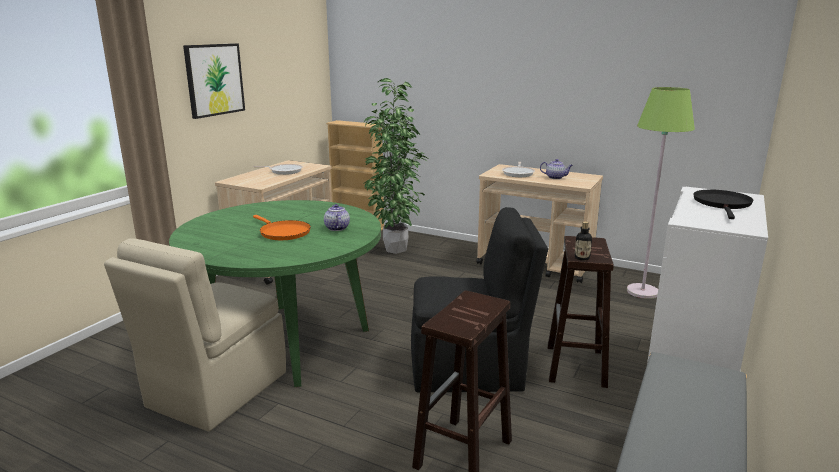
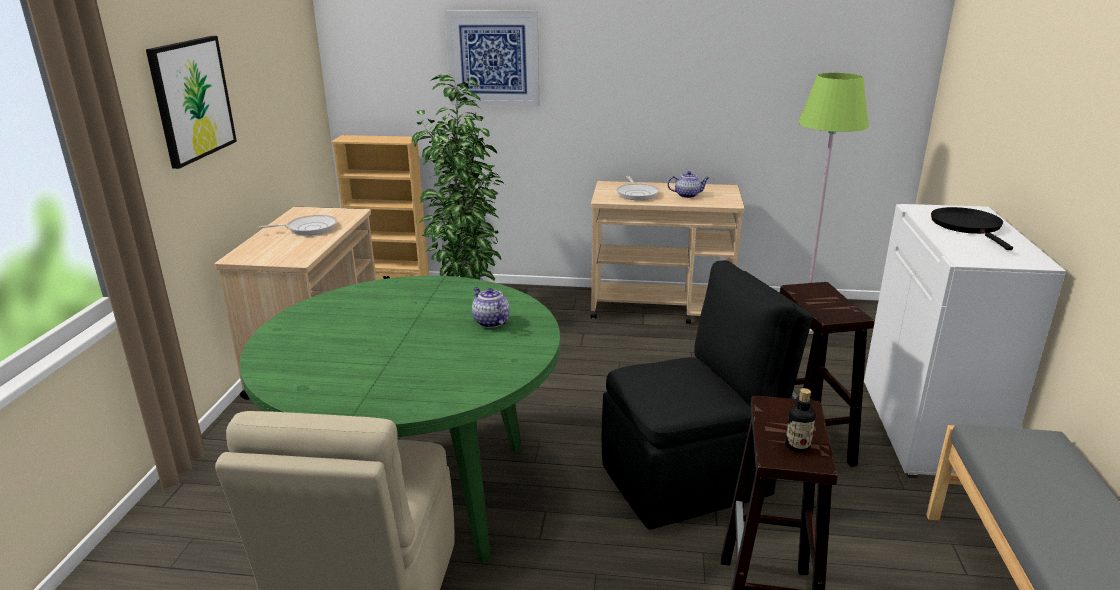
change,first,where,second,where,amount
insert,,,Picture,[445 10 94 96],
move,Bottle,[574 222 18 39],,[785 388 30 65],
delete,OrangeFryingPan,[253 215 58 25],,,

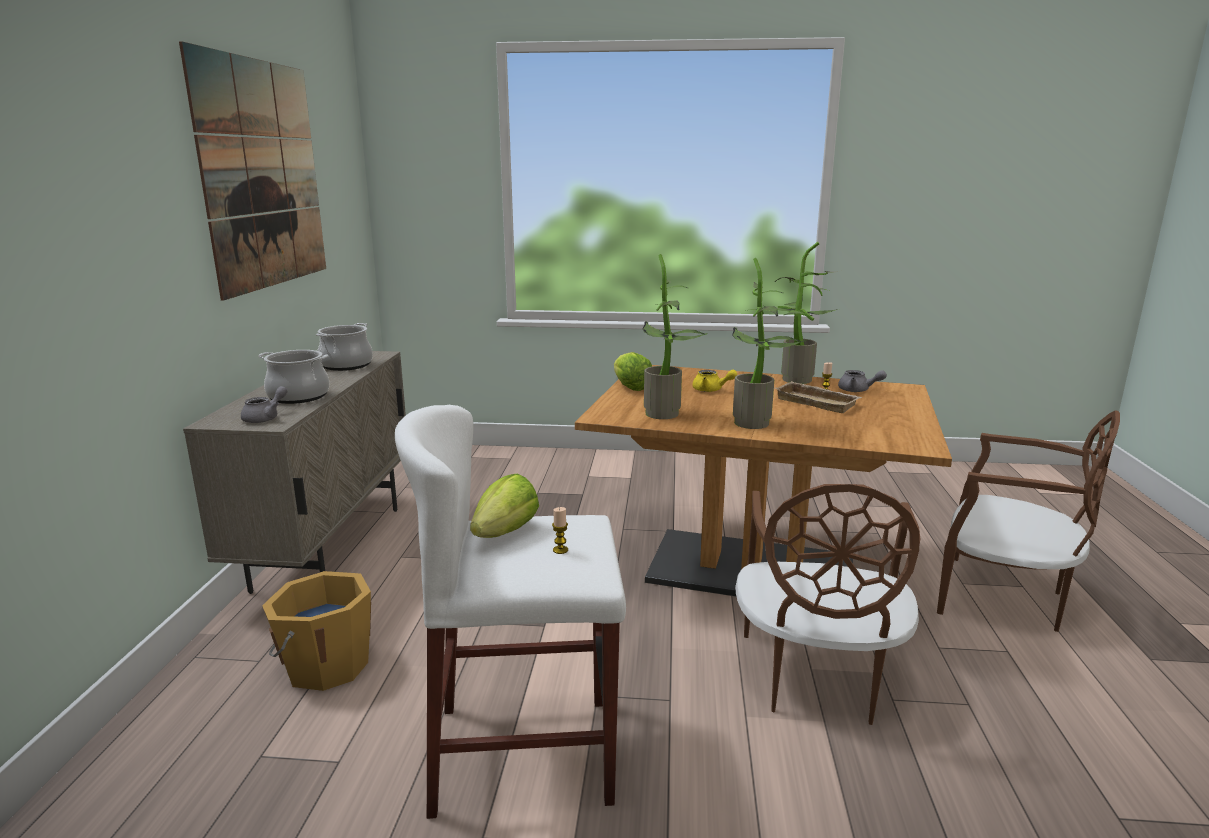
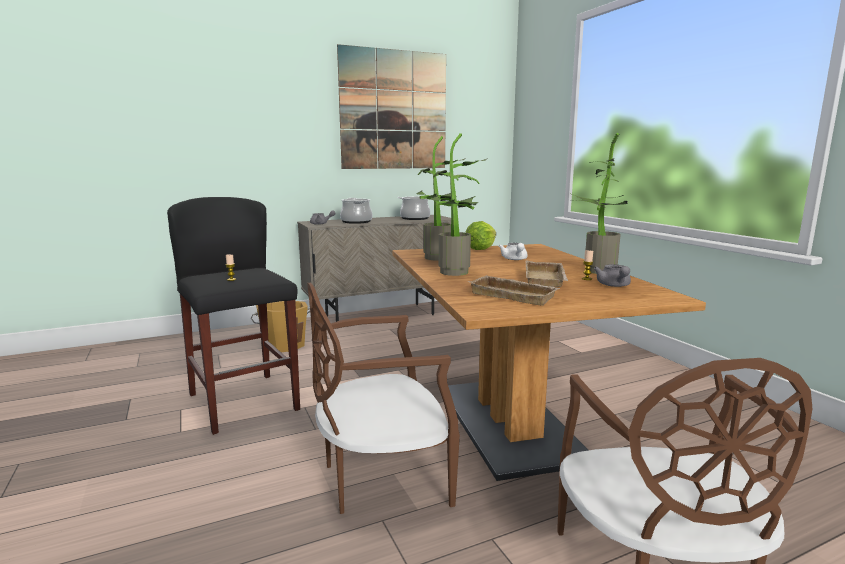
change,first,where,second,where,amount
recolor,WhiteStool,[395 405 231 414],BlackStool,[167 197 133 238],
insert,,,BeigeTray,[468 275 92 31],
recolor,YellowTeapot,[692 370 45 22],WhiteTeapot,[499 243 29 17],
delete,Lettuce,[470 474 69 64],,,

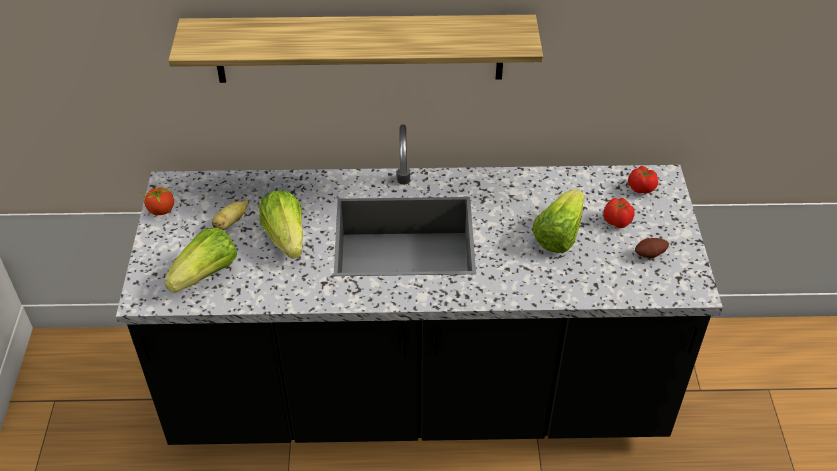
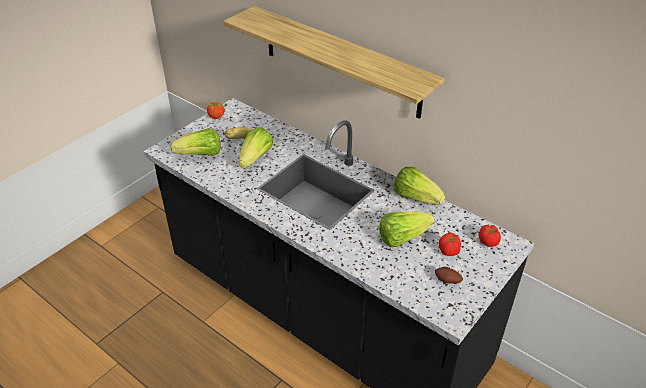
change,first,where,second,where,amount
insert,,,Lettuce,[394 167 51 38],

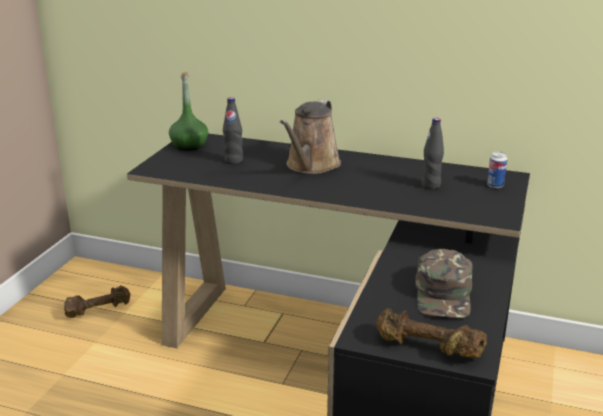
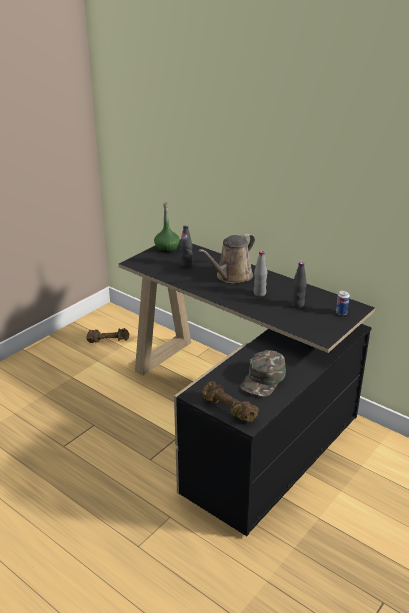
change,first,where,second,where,amount
insert,,,GreyBottle,[254 251 14 46],

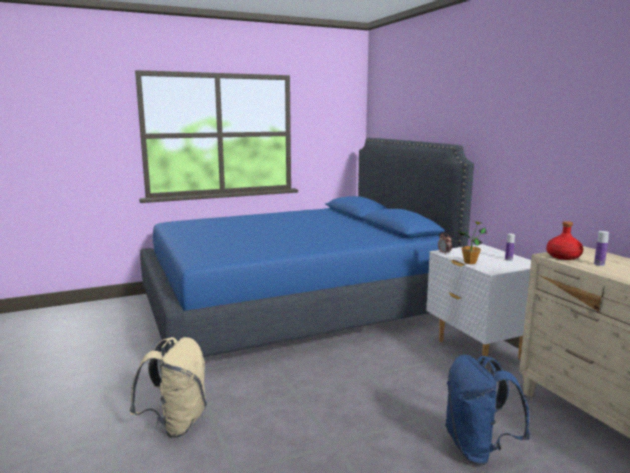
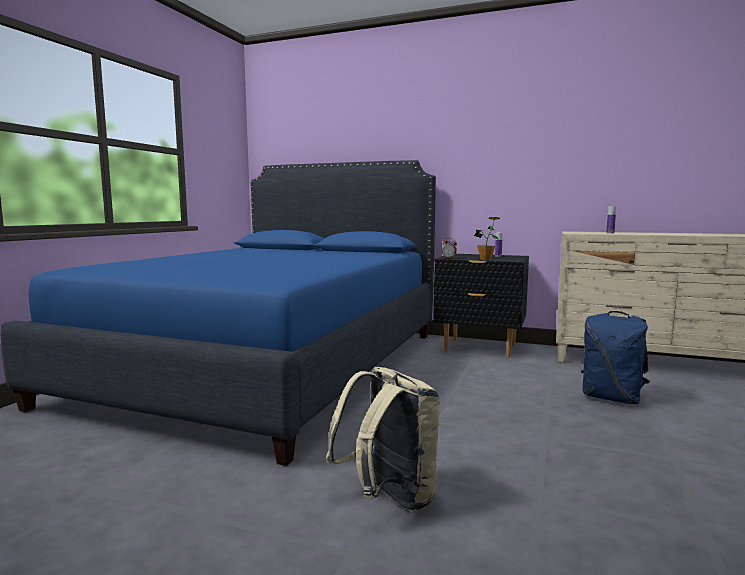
change,first,where,second,where,amount
recolor,WhiteNightstand,[426 244 105 124],BlackNightstand,[433 254 96 104],
delete,RedBottle,[546 221 37 39],,,

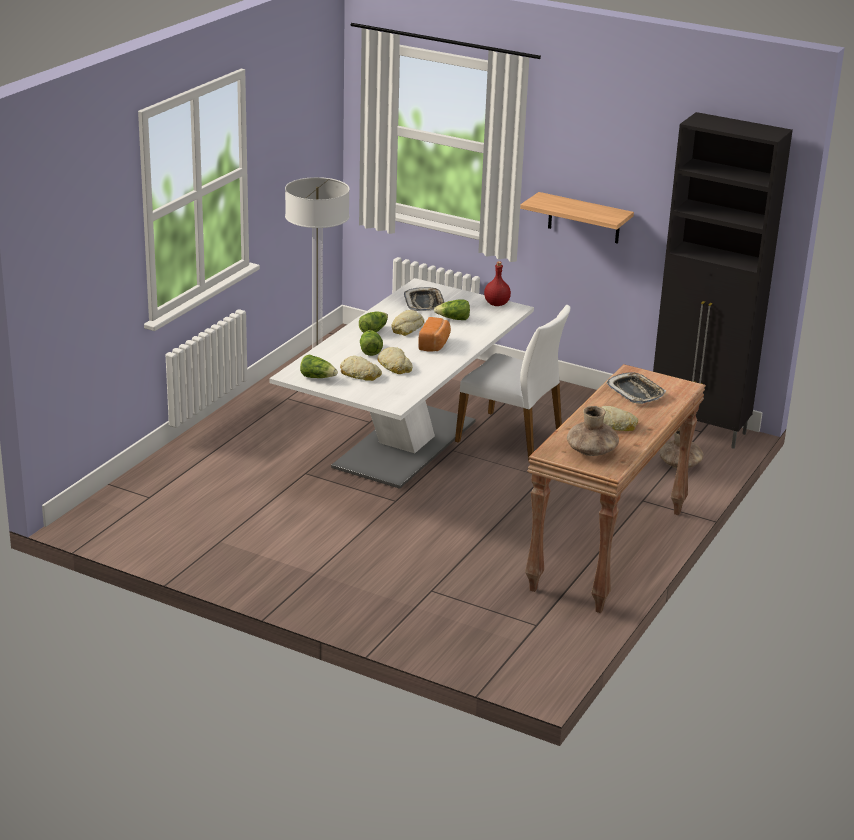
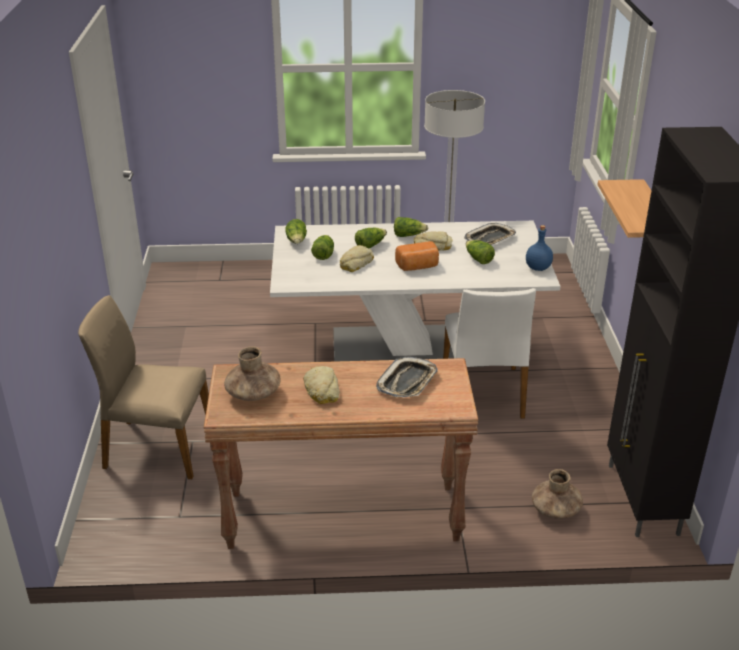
change,first,where,second,where,amount
insert,,,BeigeChair,[78 295 131 184],
replace,Bread,[340 356 42 25],Lettuce,[311 235 23 25],
recolor,RedBottle,[484 261 27 45],BlueBottle,[526 225 27 46],

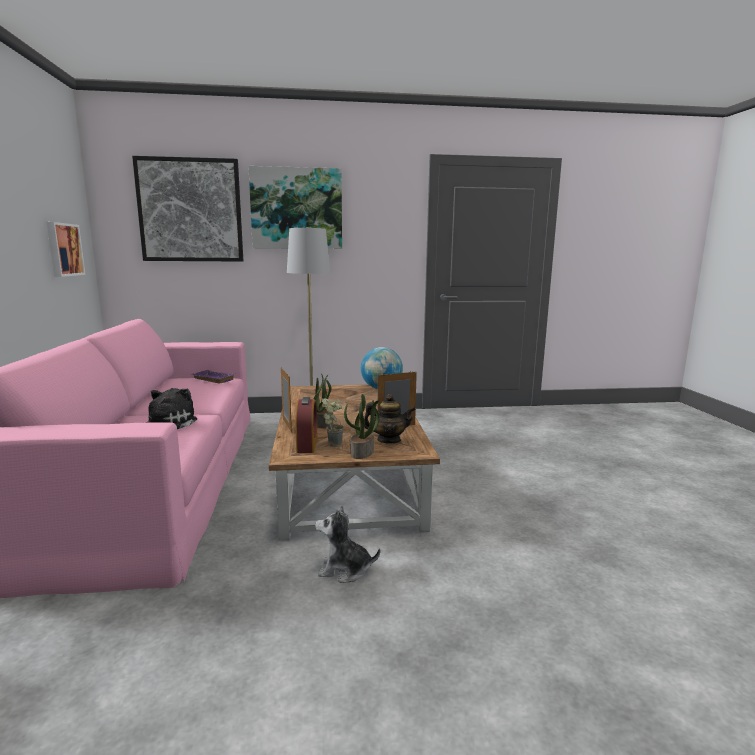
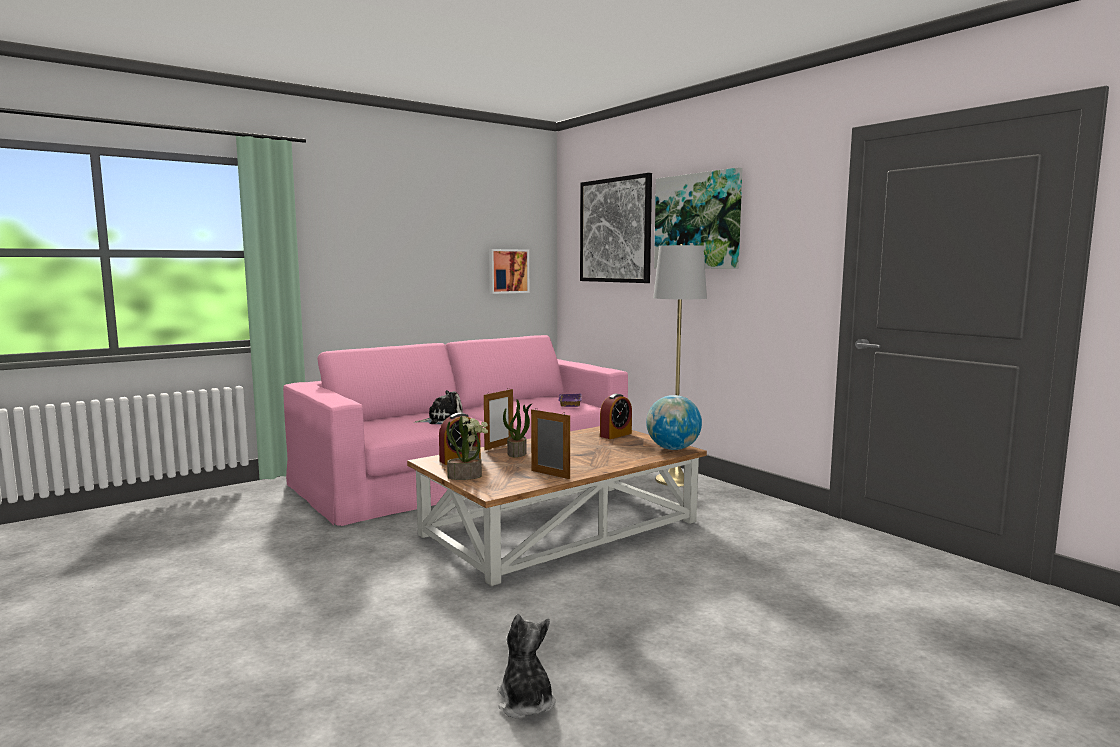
change,first,where,second,where,amount
move,PlushToy,[315 506 65 77],,[497 614 58 105],
insert,,,AlarmClock,[600 394 32 45],
delete,Teapot,[364 394 52 50],,,

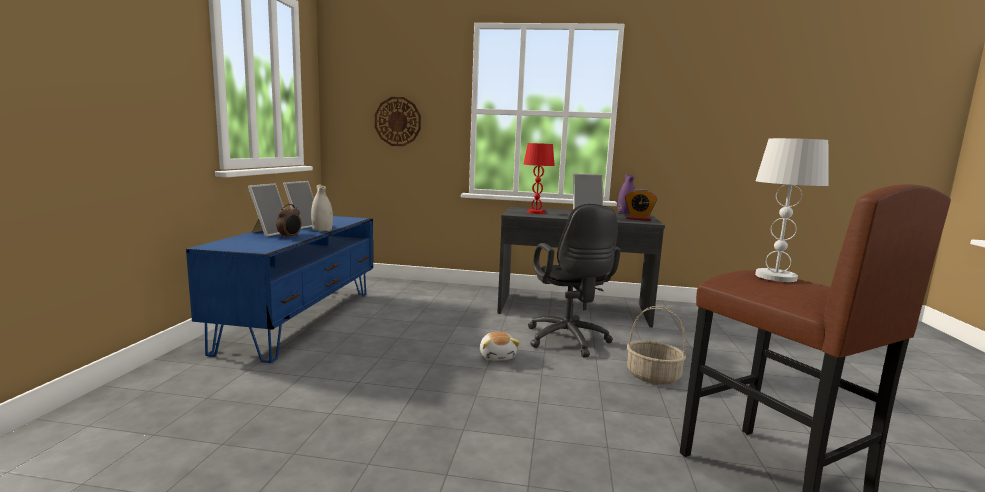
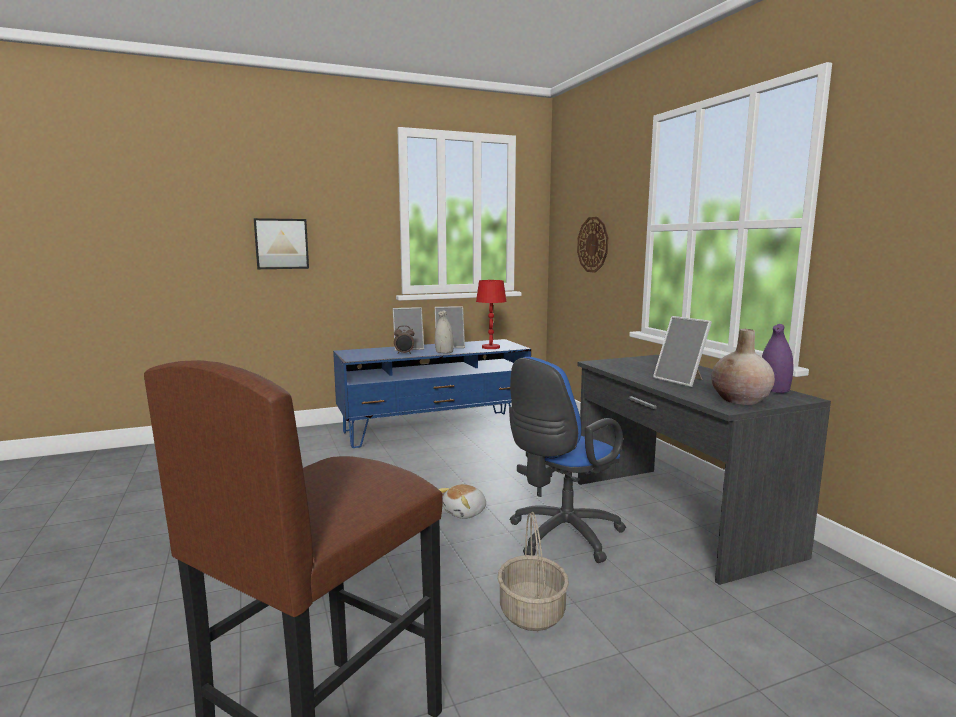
change,first,where,second,where,amount
insert,,,Picture,[254 218 55 51],
move,RedTableLamp,[524 143 31 71],,[476 280 30 69],
recolor,BlackOfficeChair,[528 204 93 153],BlueOfficeChair,[509 357 117 206],
replace,AlarmClock,[625 189 33 32],BeigeVase,[711 329 64 76],
delete,WhiteTableLamp,[755 138 73 144],,,

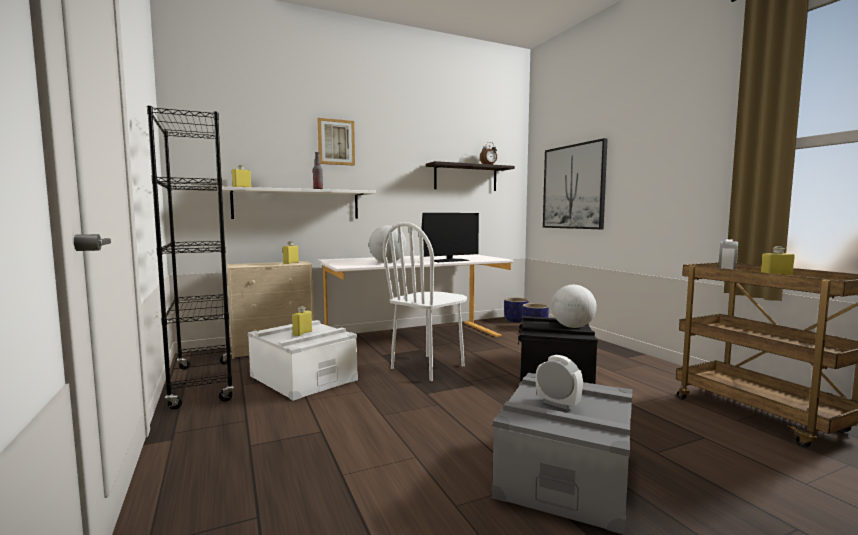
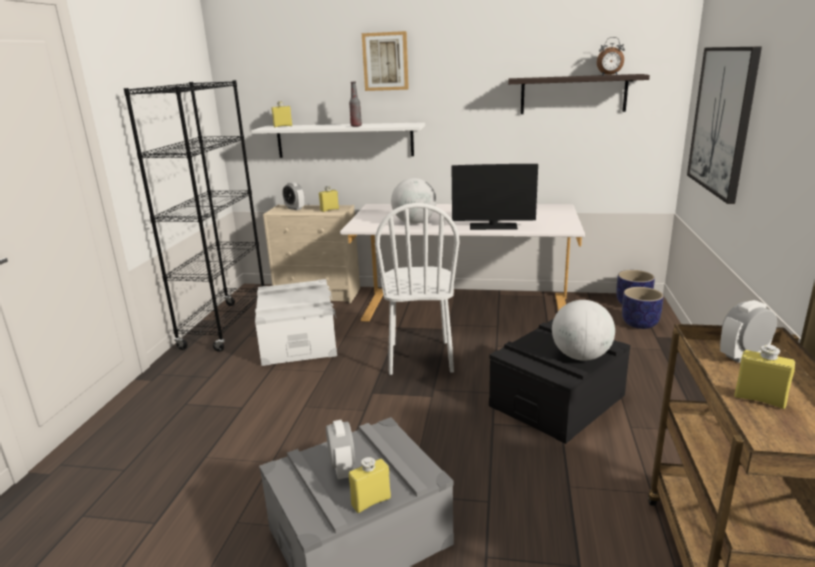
change,first,where,second,where,amount
insert,,,AlarmClock,[282 182 22 28],
move,YellowBottle,[292 306 20 30],,[349 457 42 56],
rotate,WhiteChair,[383 222 84 159],,[375 203 85 172],75 degrees counterclockwise

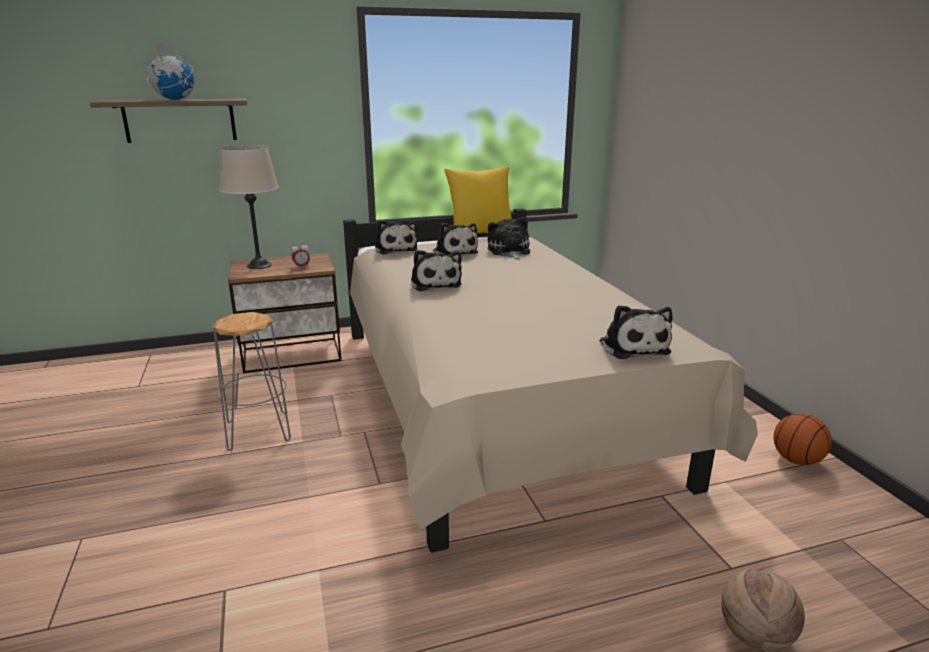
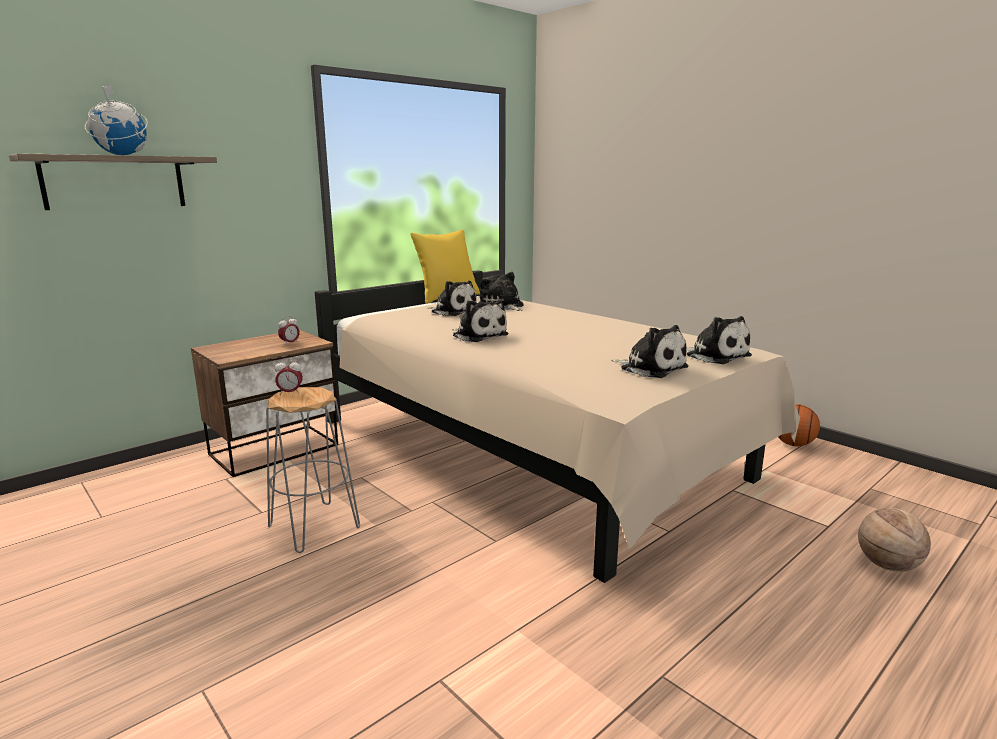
change,first,where,second,where,amount
insert,,,AlarmClock,[275 358 28 37],
move,PlushToy,[375 220 43 34],,[611 325 78 53],
delete,BeigeTableLamp,[219 145 60 124],,,

